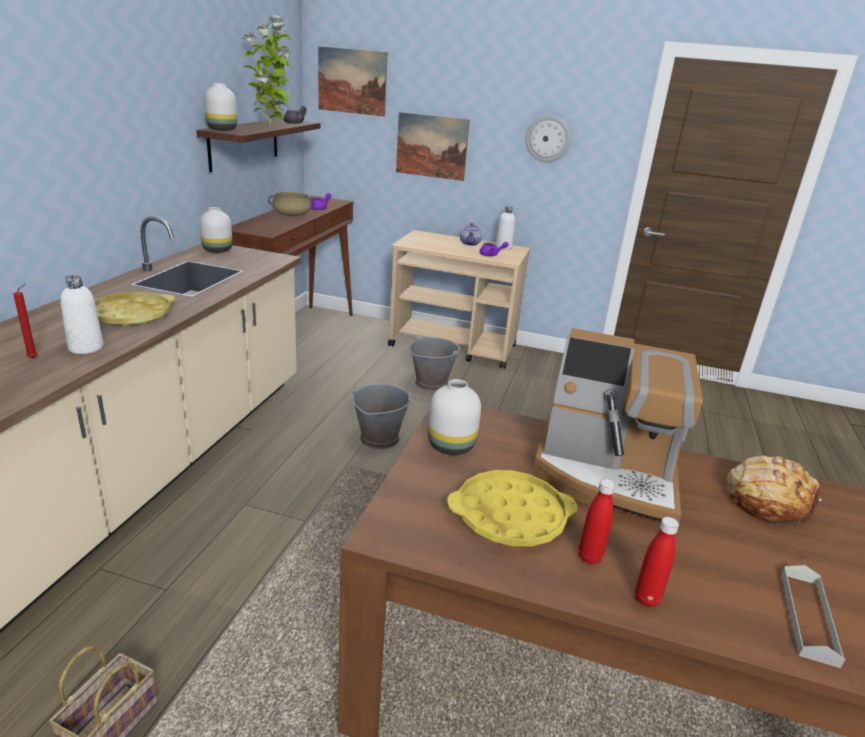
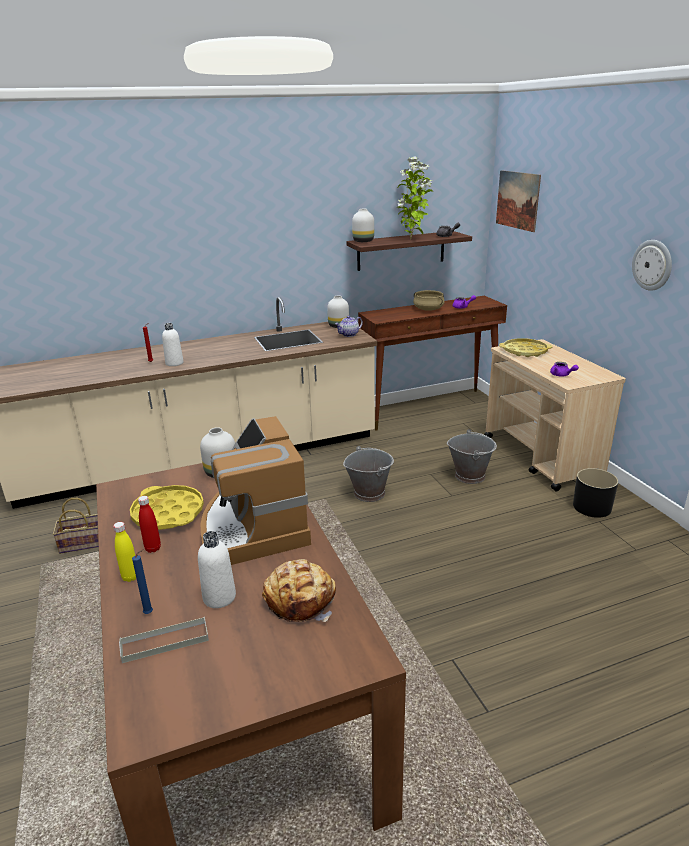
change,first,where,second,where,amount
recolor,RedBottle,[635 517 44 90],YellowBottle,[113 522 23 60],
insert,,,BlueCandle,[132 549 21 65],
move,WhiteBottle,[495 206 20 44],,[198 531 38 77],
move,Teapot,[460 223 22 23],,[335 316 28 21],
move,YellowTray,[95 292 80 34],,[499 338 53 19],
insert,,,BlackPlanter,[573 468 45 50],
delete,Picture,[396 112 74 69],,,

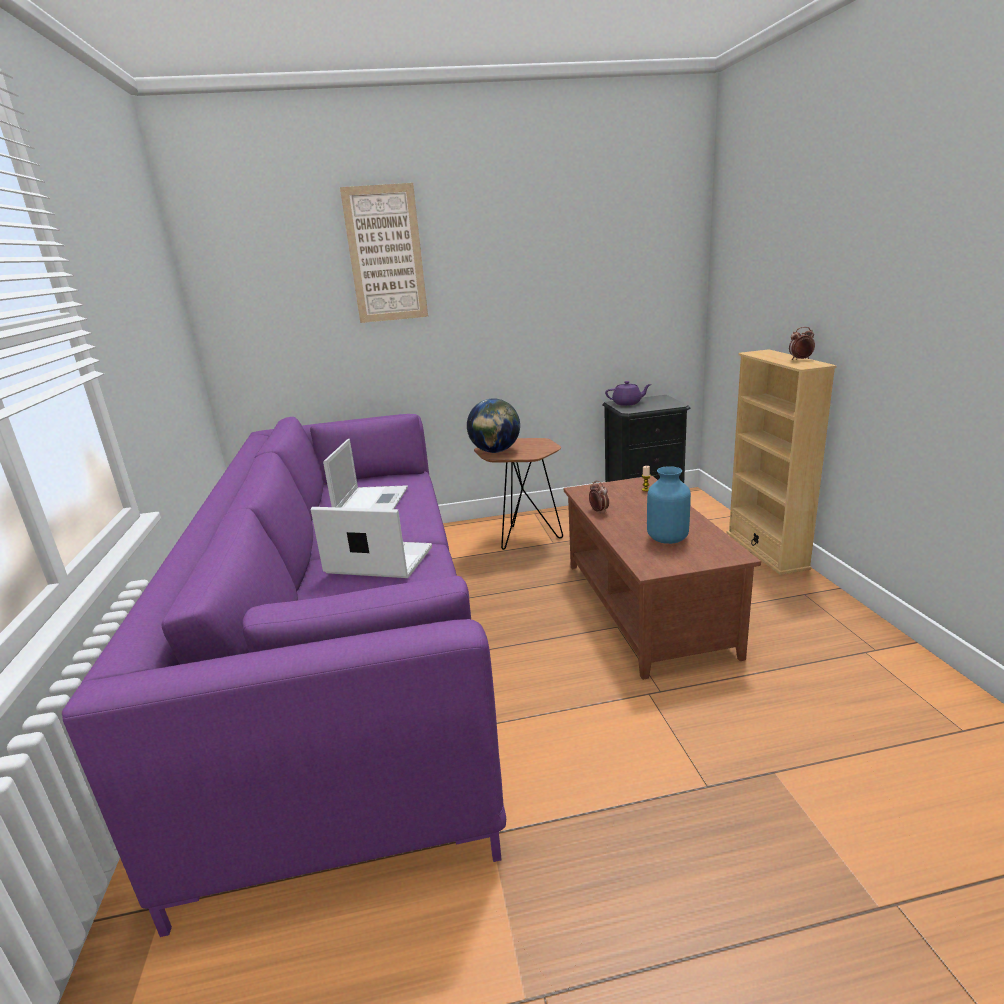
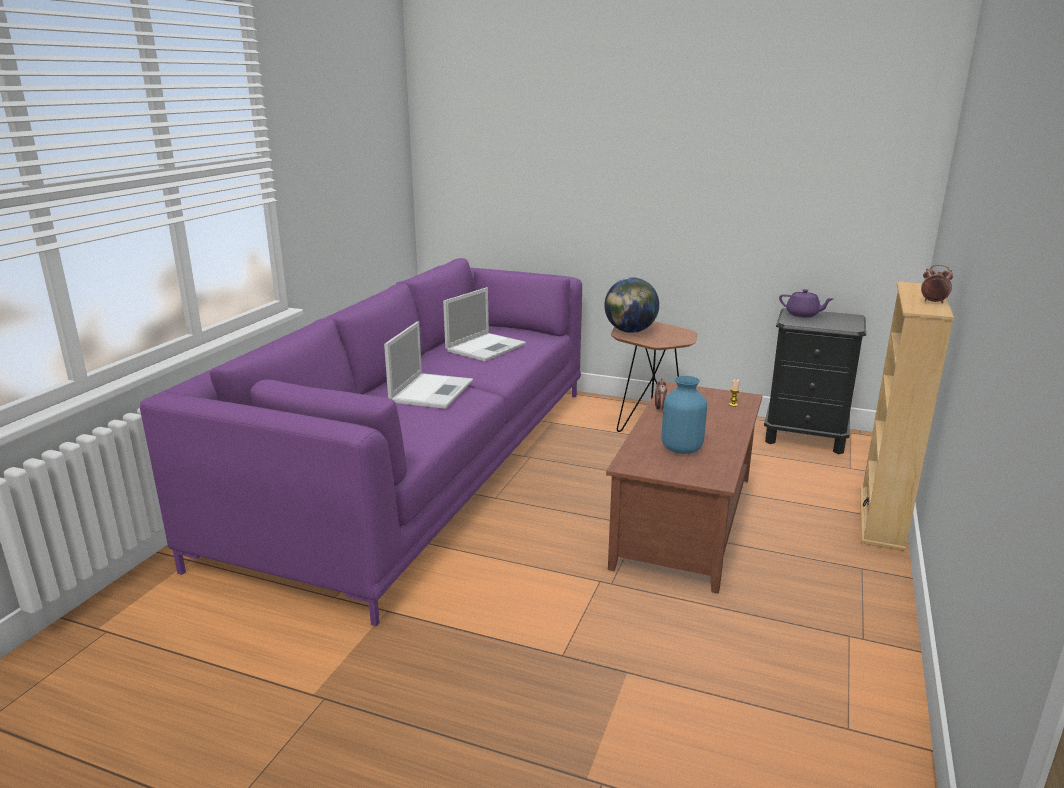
change,first,where,second,where,amount
rotate,Laptop,[311 507 121 71],,[384 321 89 88],60 degrees clockwise
delete,Picture,[340 183 88 140],,,

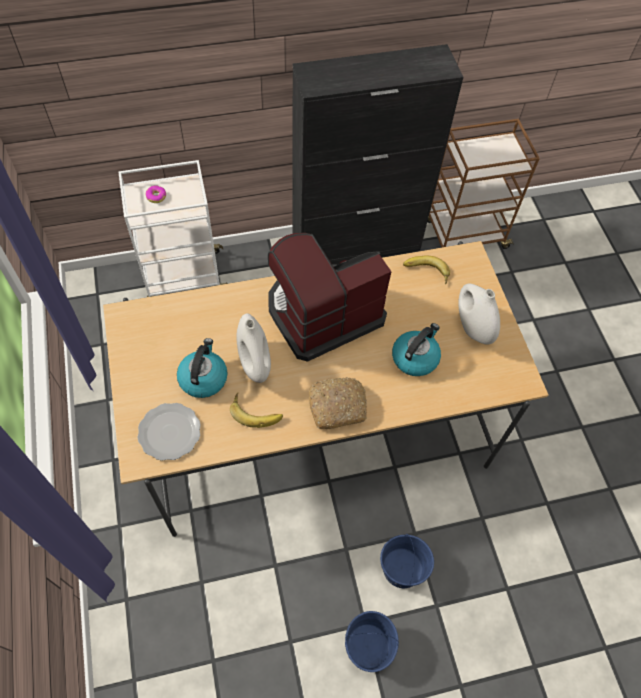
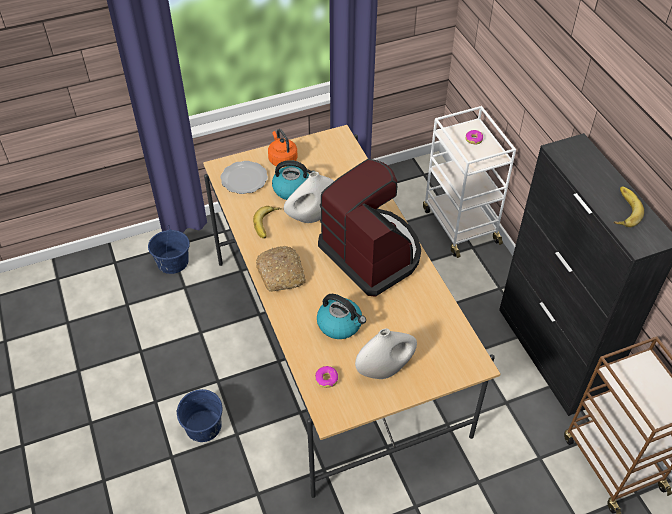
change,first,where,second,where,amount
move,BlueBucket,[345 611 54 61],,[148 227 42 47],
insert,,,OrangeKettle,[268 129 30 38],
insert,,,Donut,[315 366 23 22],
move,Banana,[403 255 47 29],,[614 186 30 41],

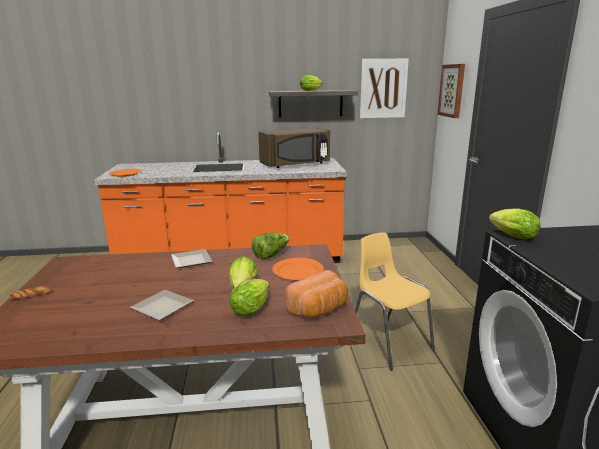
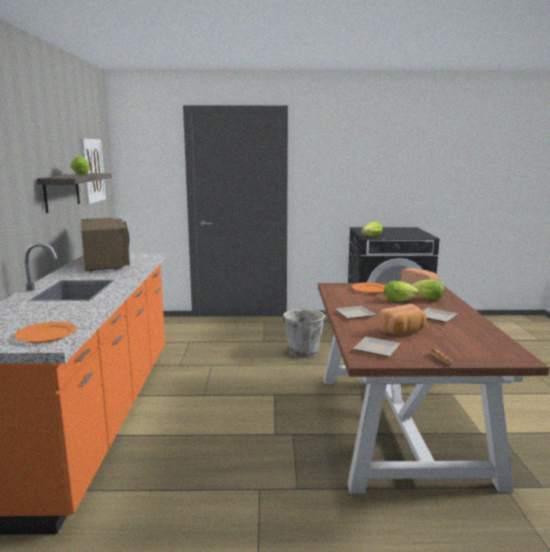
change,first,where,second,where,amount
replace,YellowChair,[355 233 80 138],GreyBucket,[283 308 44 50],
insert,,,Plate,[353 337 48 20],
insert,,,Bread,[378 304 49 31],
delete,Lettuce,[252 233 37 26],,,
delete,Picture,[438 64 27 54],,,

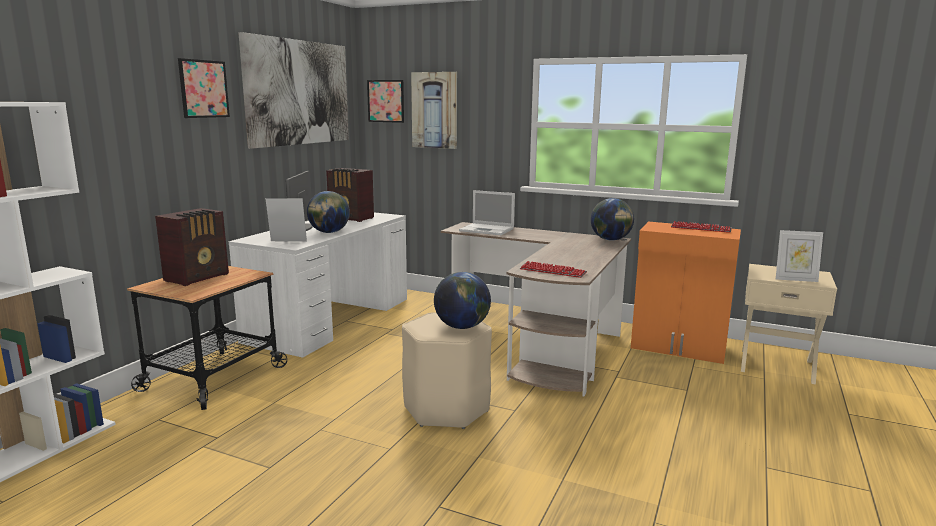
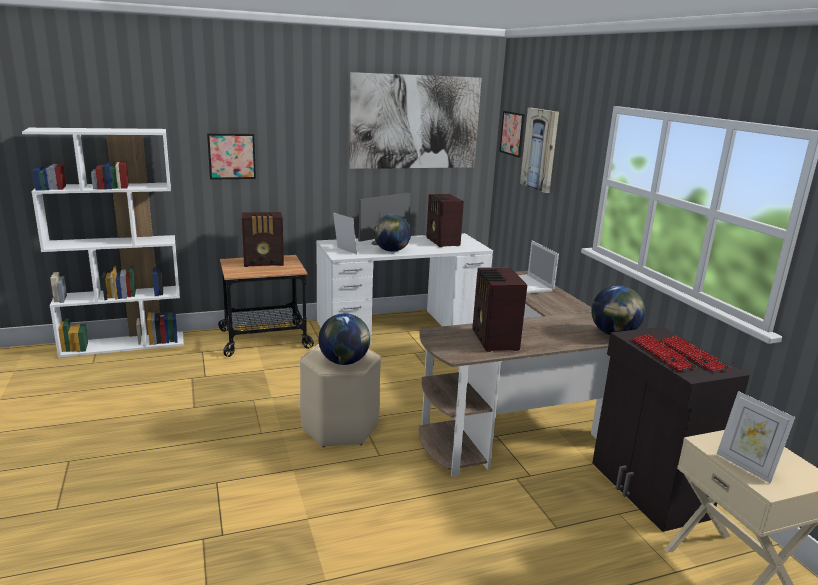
change,first,where,second,where,amount
move,Picture,[178 58 52 60],,[207 134 49 46],
insert,,,Radio,[472 267 55 85],
recolor,OrangeCabinet,[631 222 110 142],BlackCabinet,[592 327 158 205],
move,Keyboard,[520 261 67 17],,[631 334 66 38],

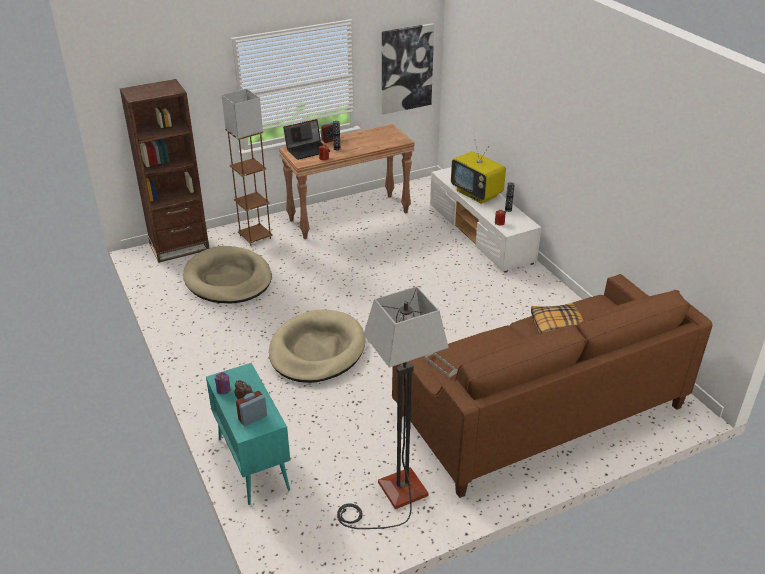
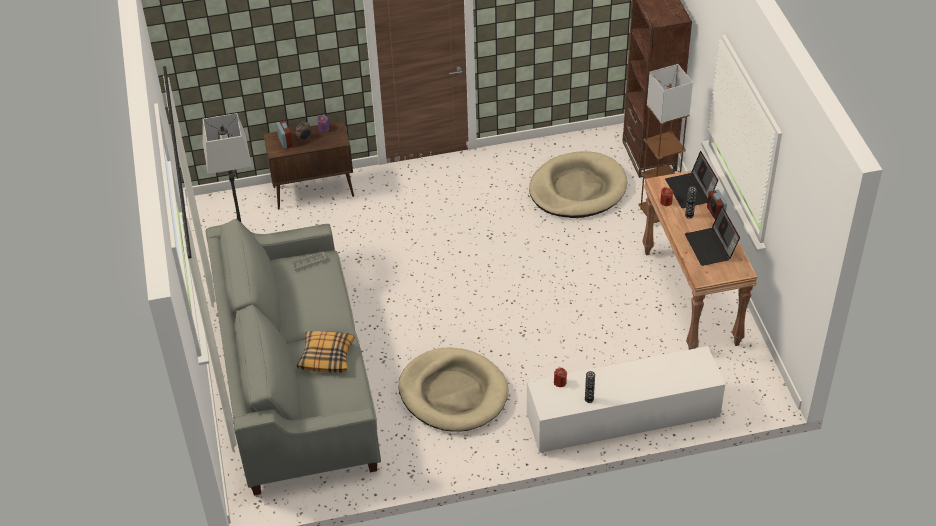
change,first,where,second,where,amount
recolor,BrownSofa,[392 274 321 224],GreySofa,[206 219 175 276],
recolor,TurquoiseCabinet,[206 363 84 142],BrownCabinet,[264 121 90 89],
move,BeigeDogBed,[269 309 96 74],,[398 347 110 85],
insert,,,Laptop,[685 206 55 60],
delete,Picture,[382 23 52 92],,,
delete,Television,[451 139 55 65],,,

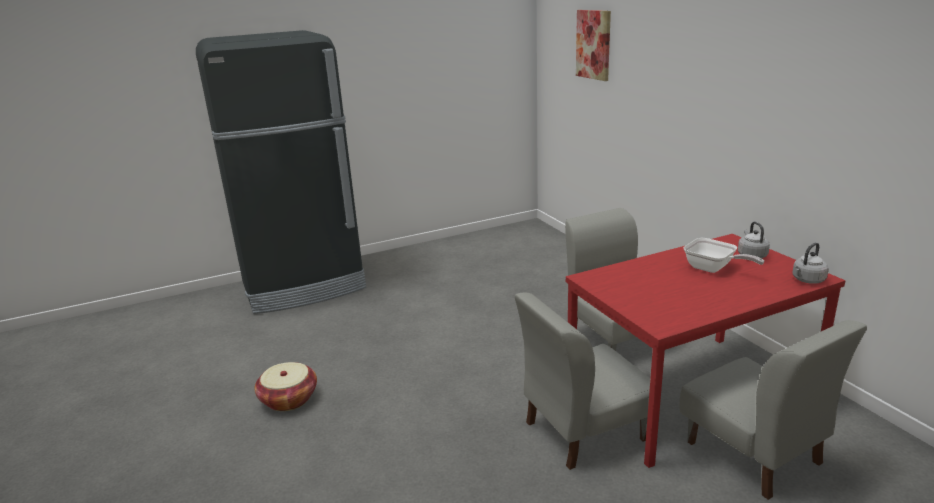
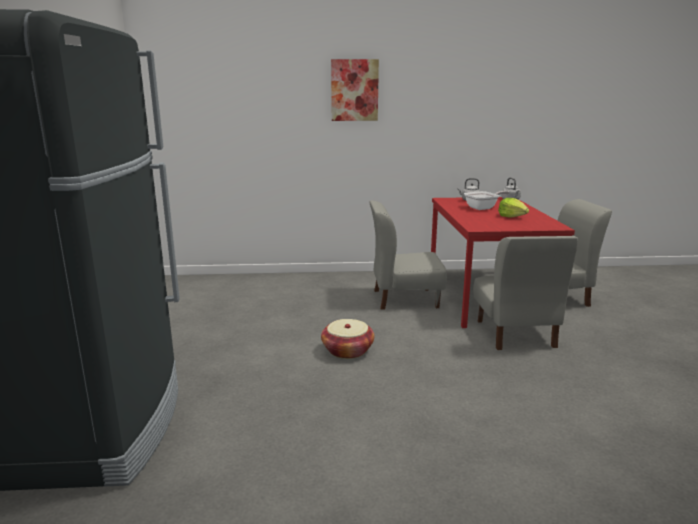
change,first,where,second,where,amount
move,Basket,[255 362 62 49],,[321 319 53 40],
move,Picture,[576 10 35 71],,[331 59 48 62],
insert,,,Lettuce,[498 198 31 20],

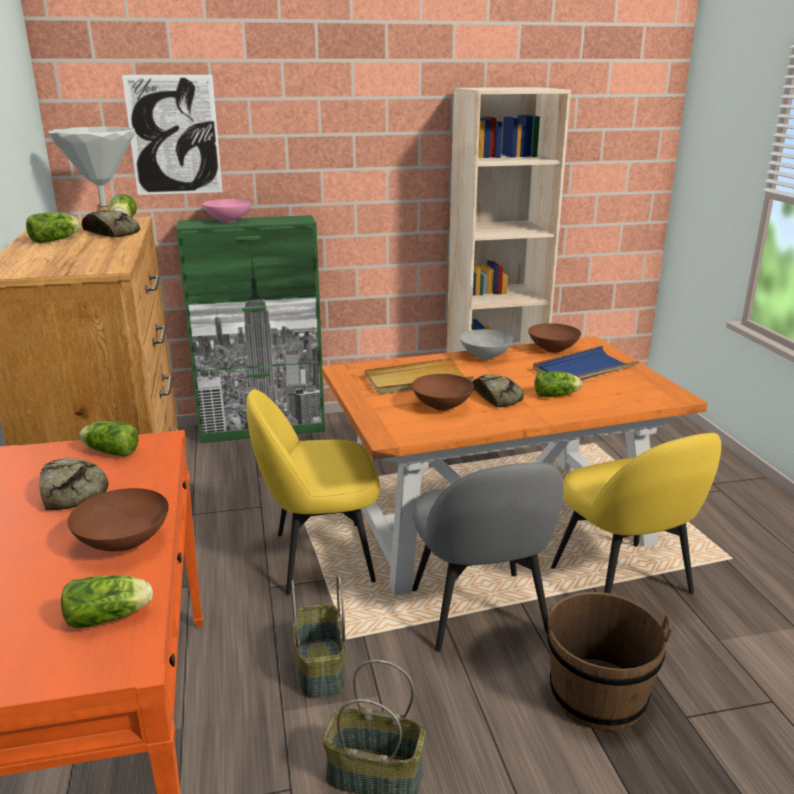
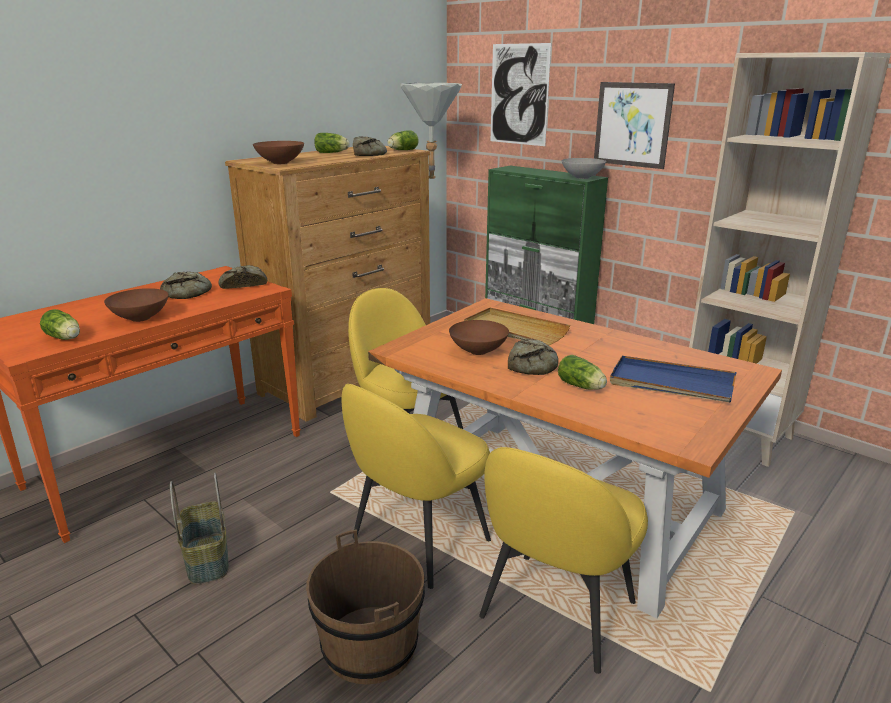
change,first,where,second,where,amount
replace,Lettuce,[79 421 60 35],Bread,[218 265 49 24],
move,BrownBowl,[528 323 53 30],,[253 141 51 23],
recolor,GreyChair,[412 462 151 190],YellowChair,[342 384 149 205],
move,GreyBowl,[460 329 53 31],,[562 158 44 21],
insert,,,Picture,[594 82 81 87],
delete,PinkBowl,[202 199 49 24],,,
delete,Basket,[291 575 55 124],,,

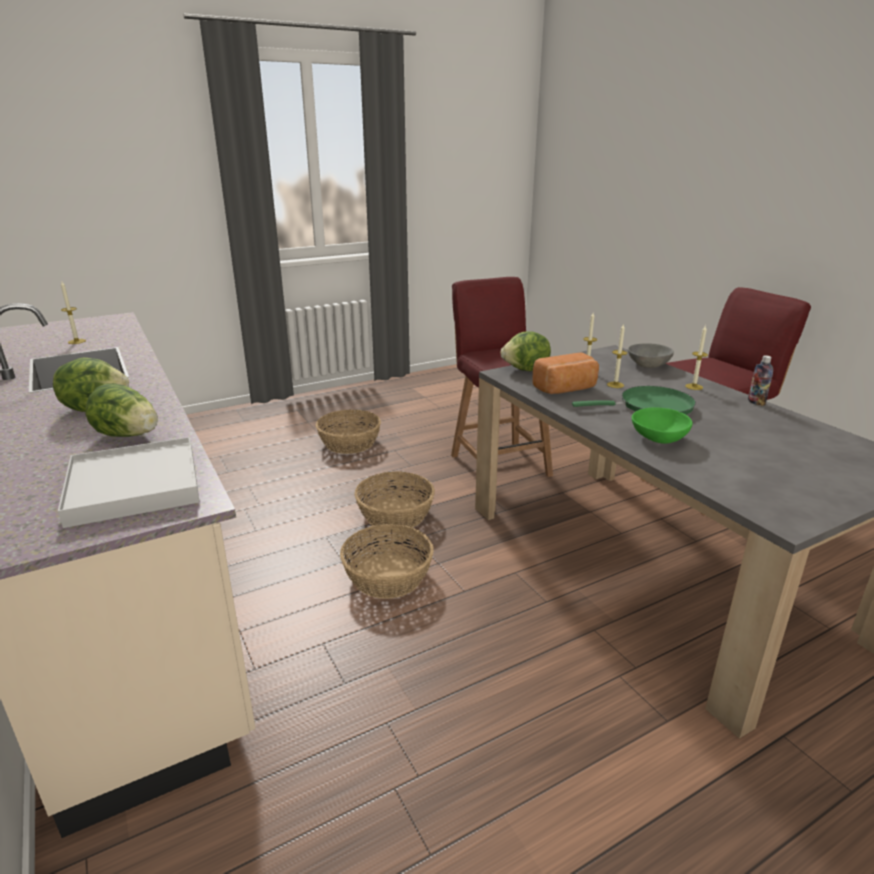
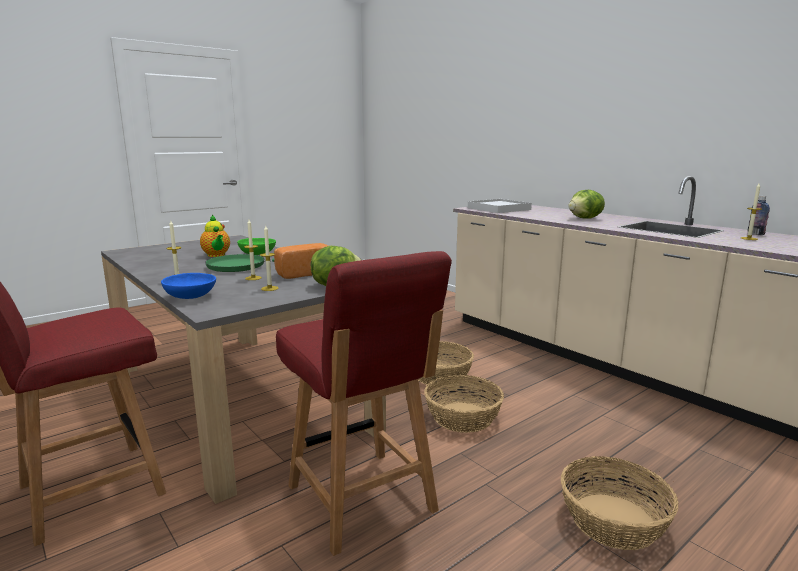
change,first,where,second,where,amount
recolor,GreyBowl,[628 343 46 25],BlueBowl,[161 273 55 26],
insert,,,Teapot,[200 214 30 43],
move,Bottle,[748 355 25 51],,[748 196 22 39],
delete,Lettuce,[85 383 73 54],,,

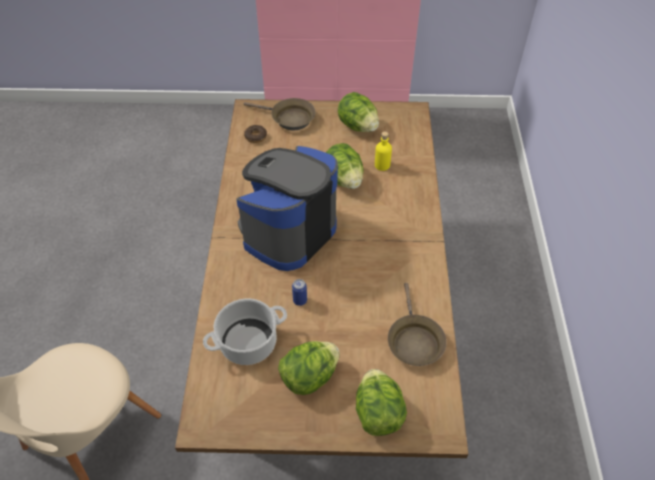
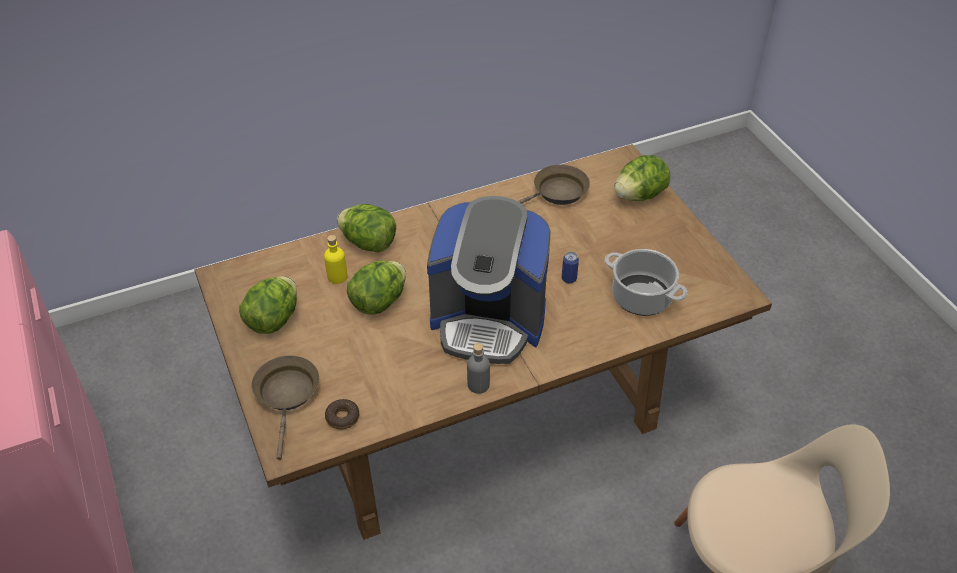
change,first,where,second,where,amount
move,Lettuce,[278 341 62 54],,[337 204 59 48],
insert,,,GreyBottle,[467 343 23 51],

